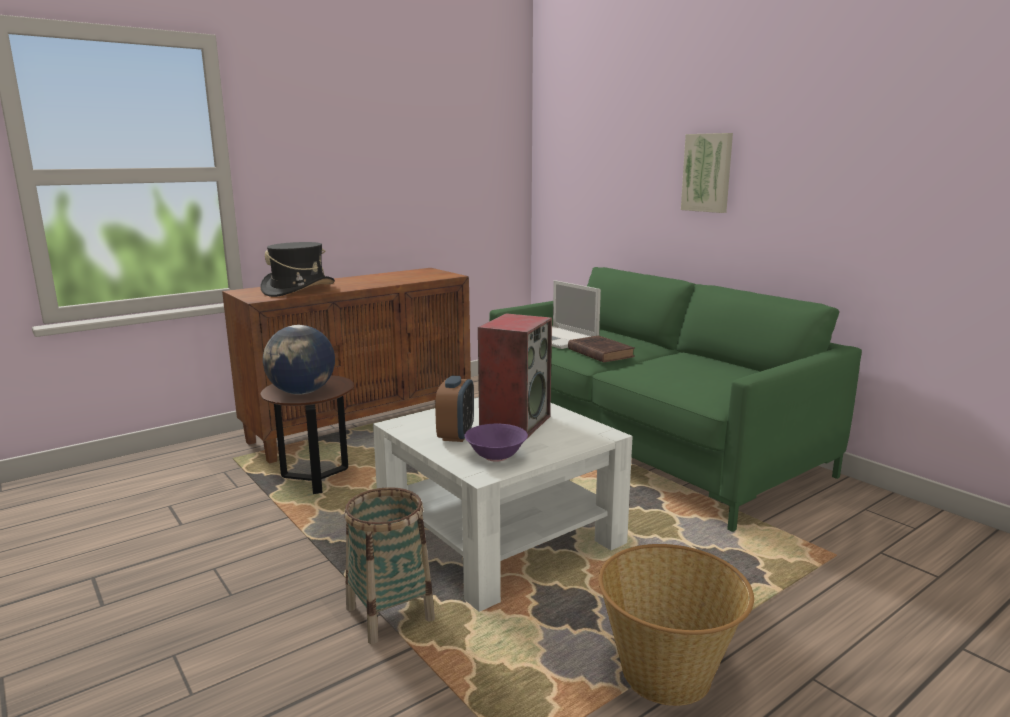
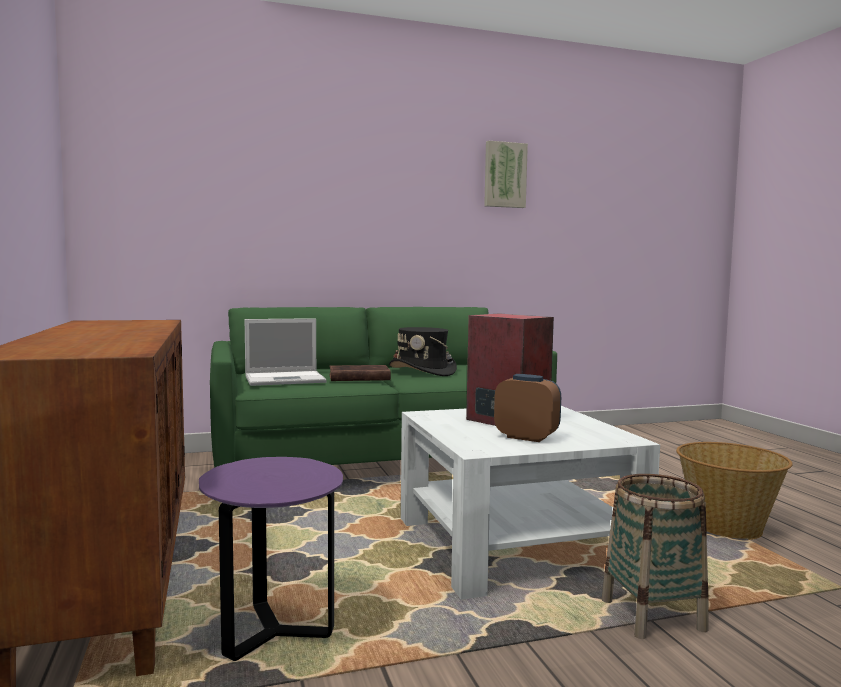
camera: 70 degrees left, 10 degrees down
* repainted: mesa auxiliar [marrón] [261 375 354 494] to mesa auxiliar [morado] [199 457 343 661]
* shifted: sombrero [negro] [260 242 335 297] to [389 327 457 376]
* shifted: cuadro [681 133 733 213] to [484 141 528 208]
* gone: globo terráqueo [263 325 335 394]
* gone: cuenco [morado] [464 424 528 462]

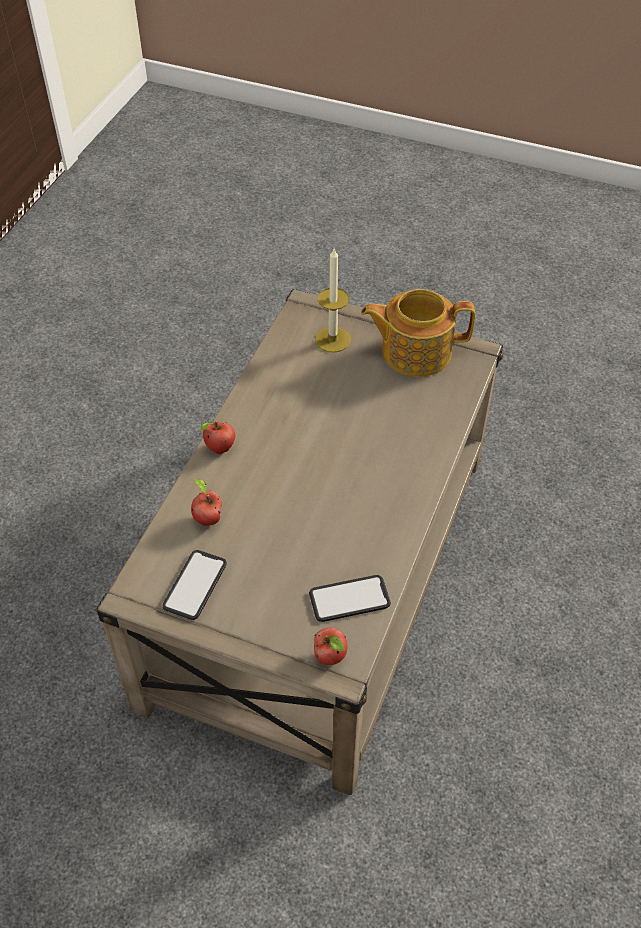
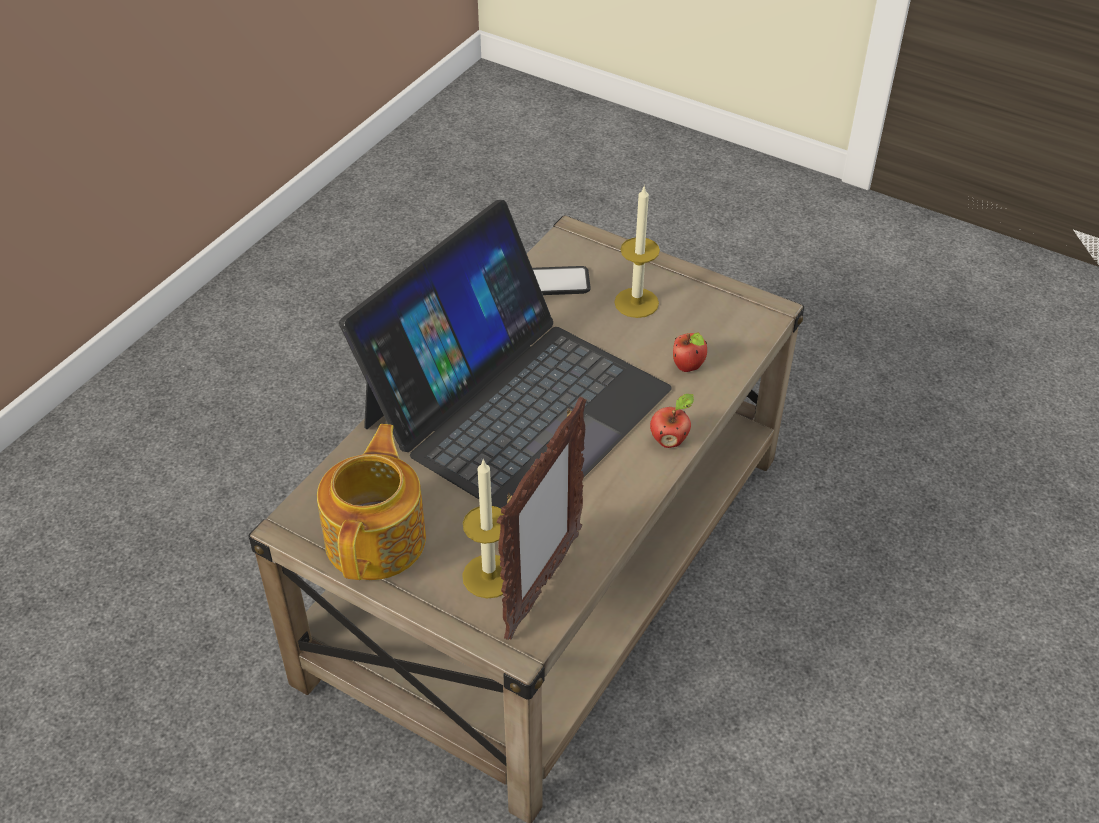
camera: 170 degrees left, 5 degrees down
* rotated: tetera [361 289 475 377] = [317 424 426 580] 90 degrees counterclockwise
* new: portátil [339 200 672 509]
* new: portarretratos [497 397 586 640]
* new: vela [614 185 660 318]
* gone: móvil [163 550 226 620]
* gone: manzana [314 628 347 665]

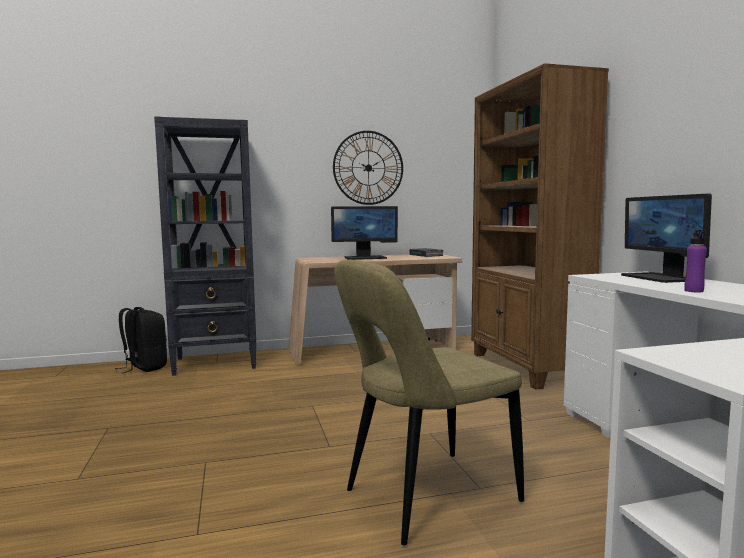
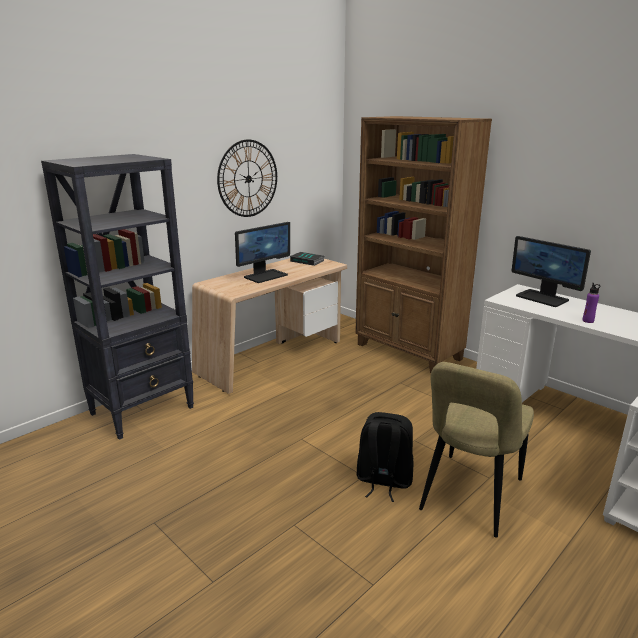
camera: 30 degrees left, 15 degrees up
* shifted: mochila [negro] [115 307 167 374] to [356 412 414 502]

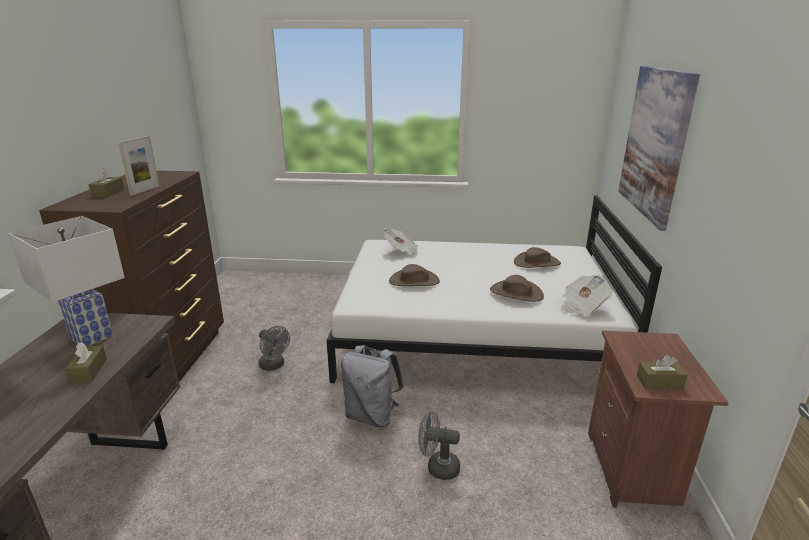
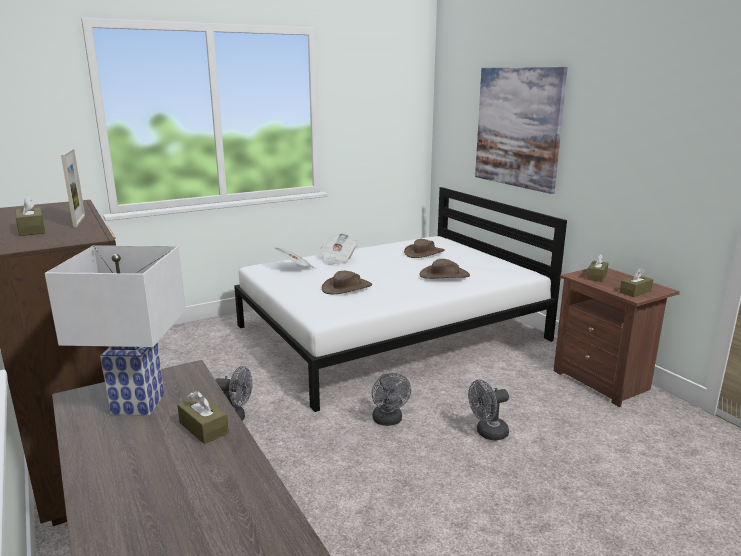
camera: 35 degrees left, 5 degrees down
* shifted: periódico [561 275 612 316] to [321 233 358 265]
* swapped: mochila [gris] [341 345 404 427] to ventilador [gris] [371 373 411 426]
* new: caja de pañuelos [marrón] [586 254 608 282]

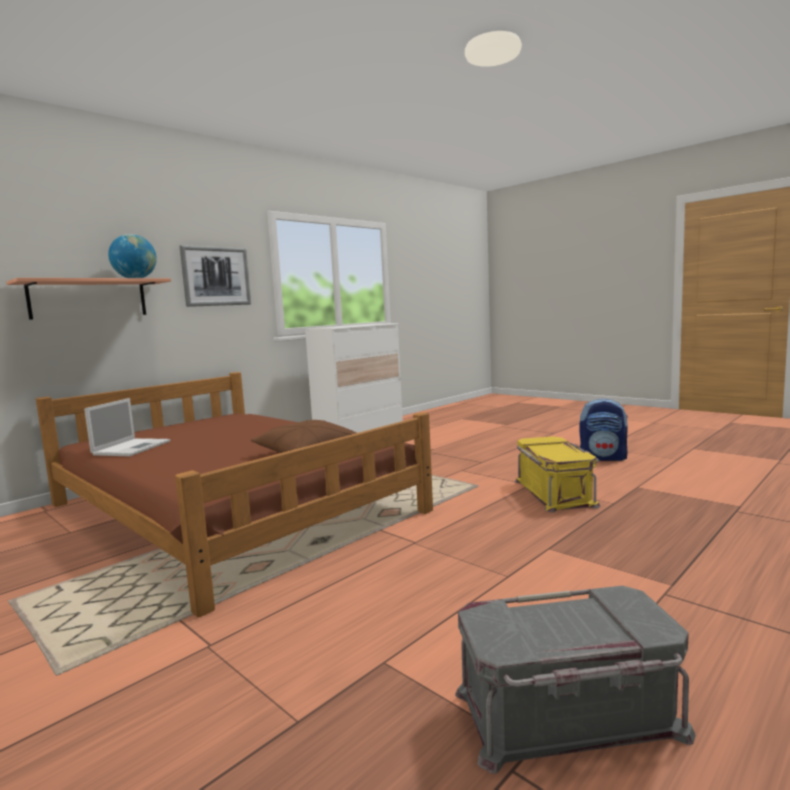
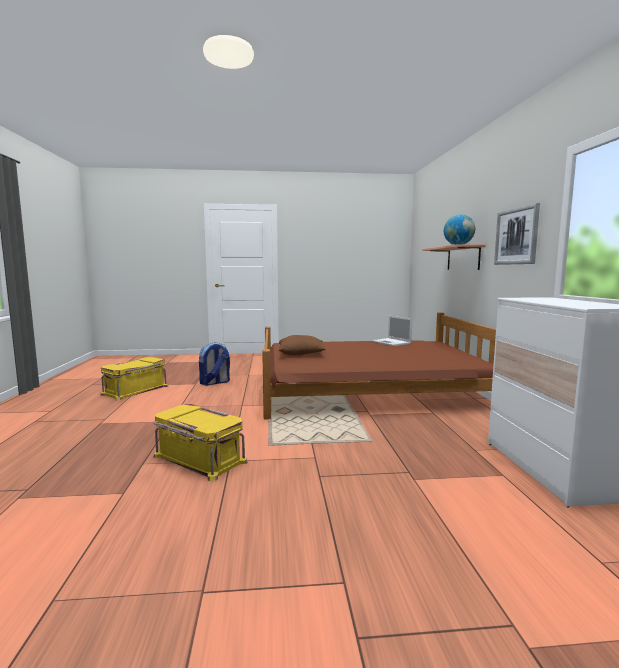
camera: 130 degrees right, 0 degrees up
* repainted: caja de almacenaje [gris] [455 586 696 774] to caja de almacenaje [amarillo] [101 357 168 400]
* shifted: mochila [580 398 628 461] to [199 343 230 386]

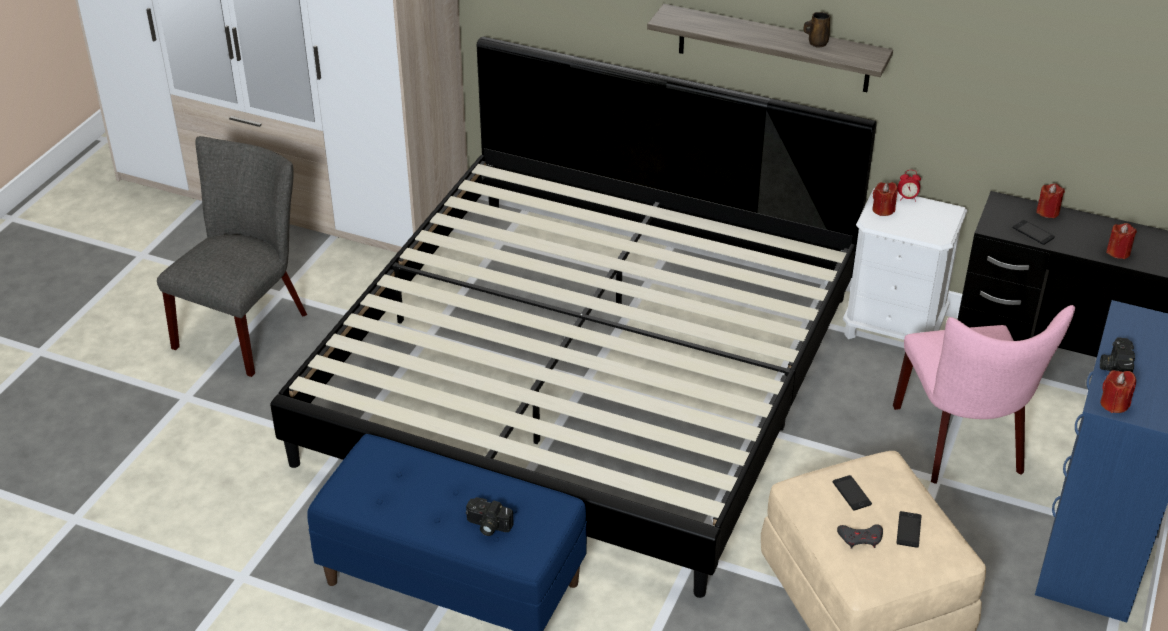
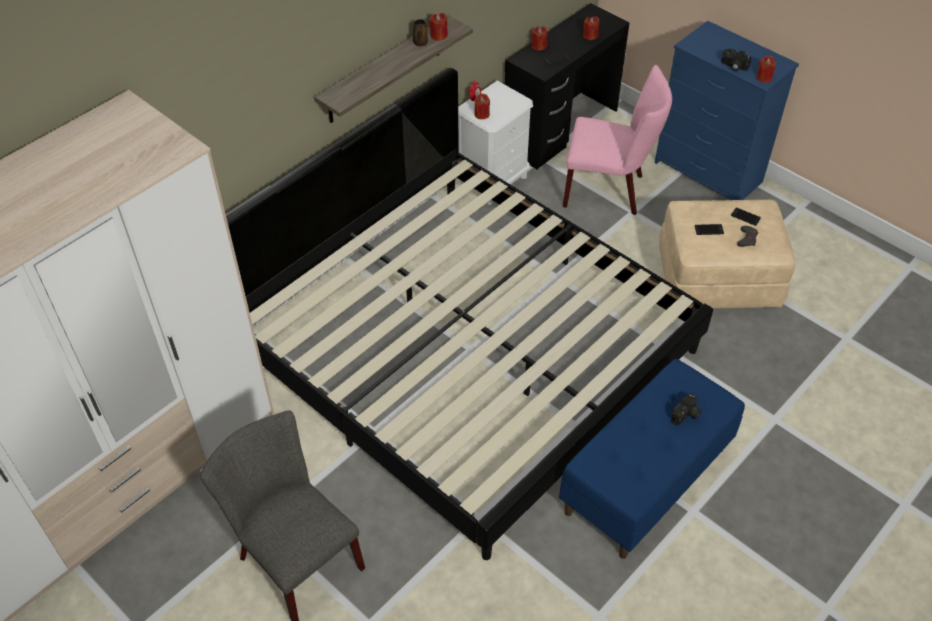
camera: 70 degrees left, 10 degrees up
* new: vela [rojo] [429 13 448 41]

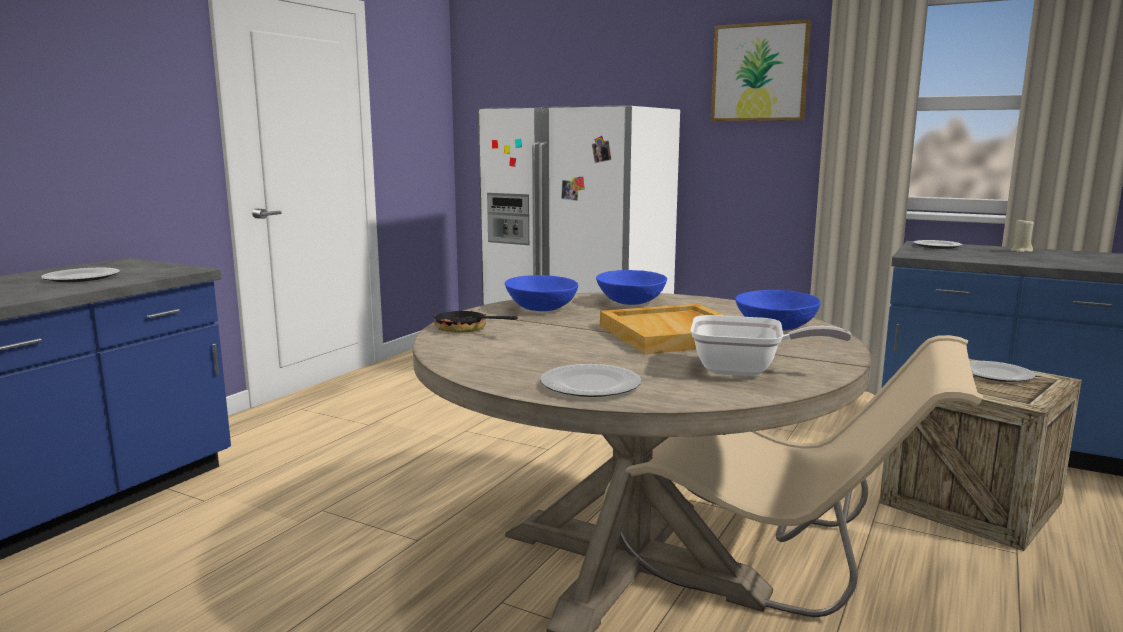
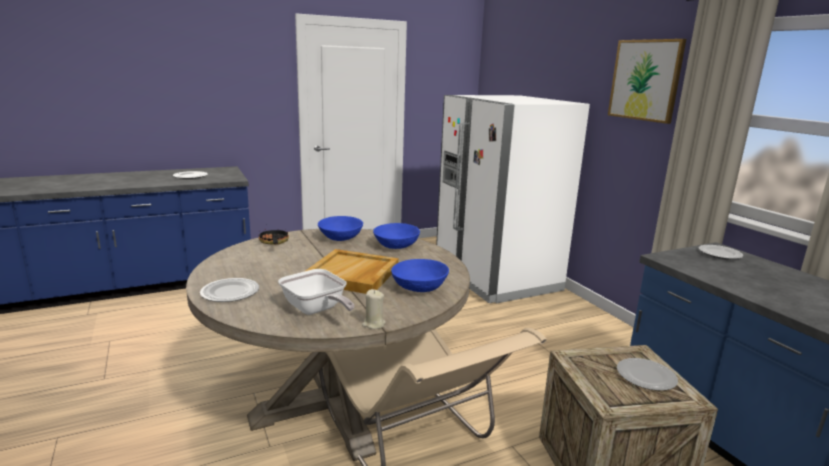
camera: 35 degrees right, 5 degrees up
* shifted: vela [beis] [1011 218 1034 252] to [362 289 386 329]

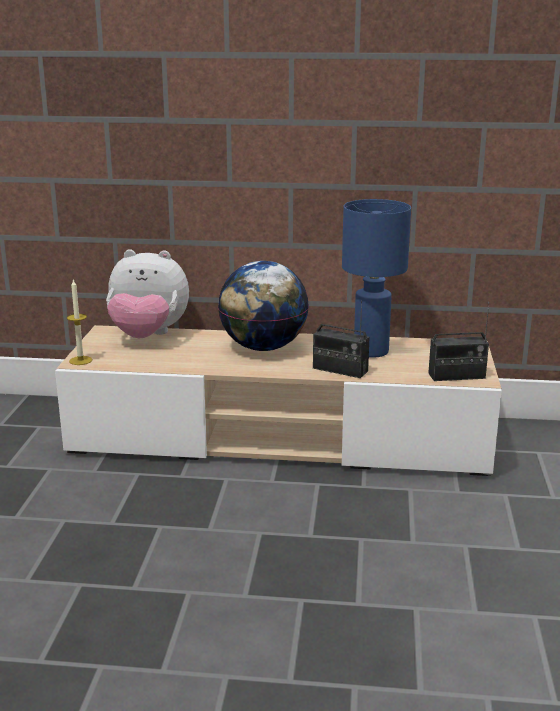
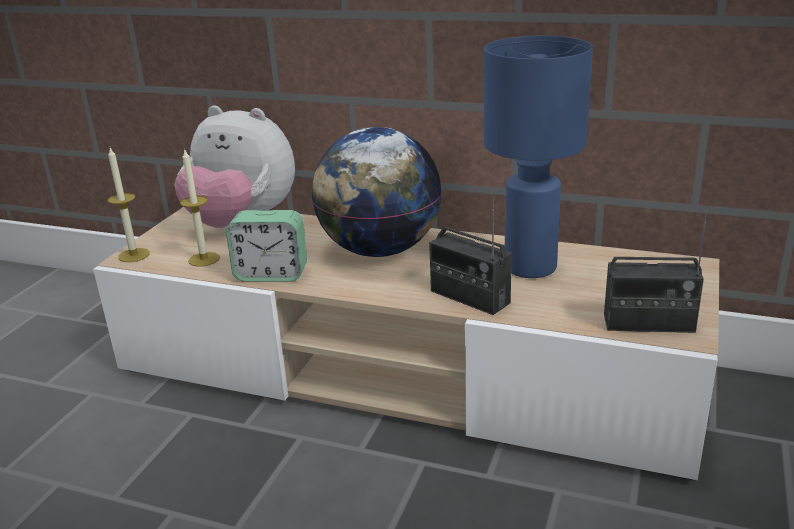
camera: 15 degrees right, 5 degrees up
* new: vela [180 148 220 267]
* new: despertador [226 210 307 282]

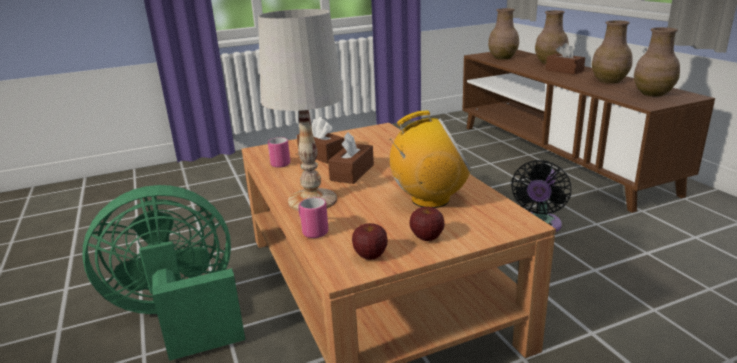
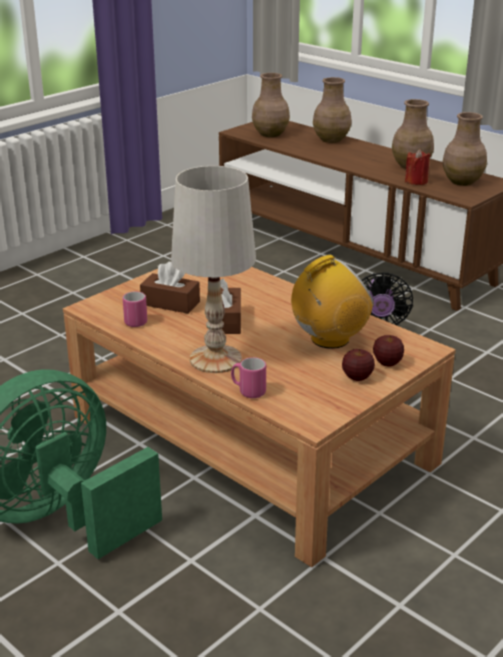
camera: 25 degrees left, 5 degrees up
* shifted: manzana [352 223 388 260] to [373 335 404 367]
* new: vela [rojo] [405 149 430 185]
* gone: caja de pañuelos [marrón] [546 43 585 75]

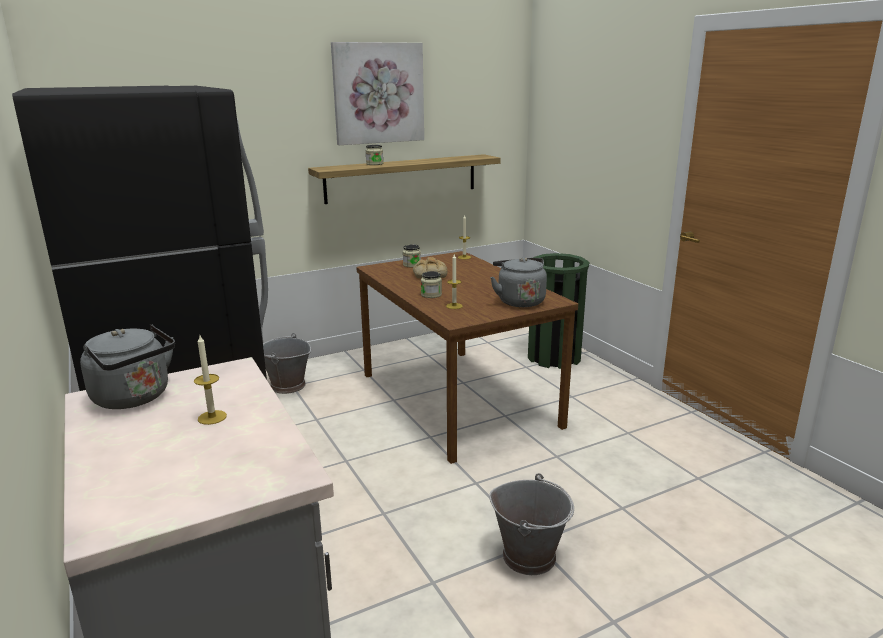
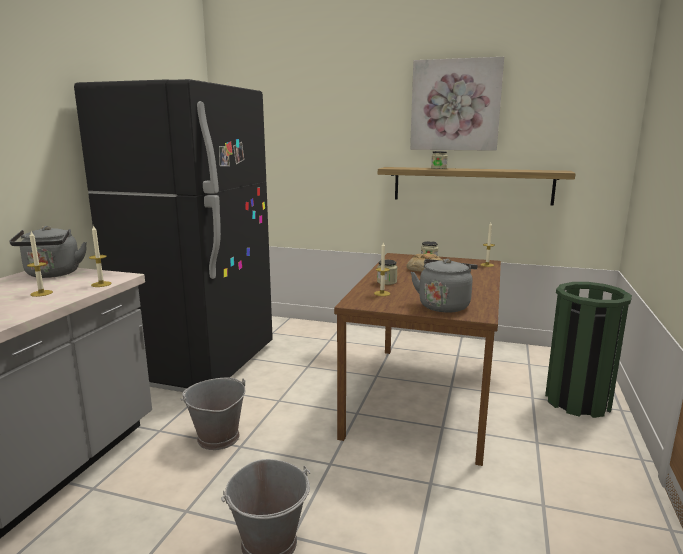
camera: 45 degrees right, 5 degrees down
* new: vela [89 225 112 287]
* shifted: cubo [gris] [263 333 311 394] to [181 378 246 450]

